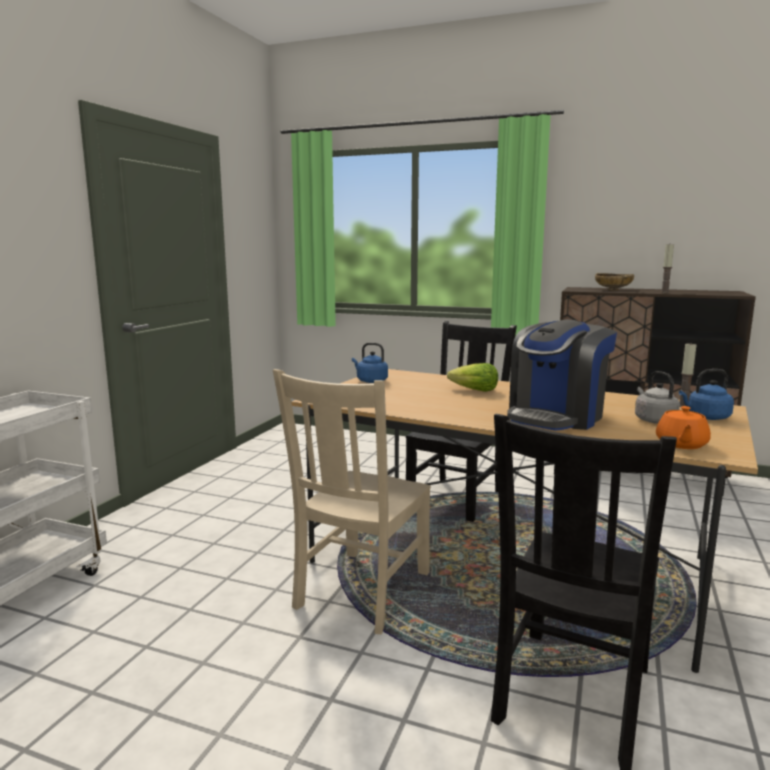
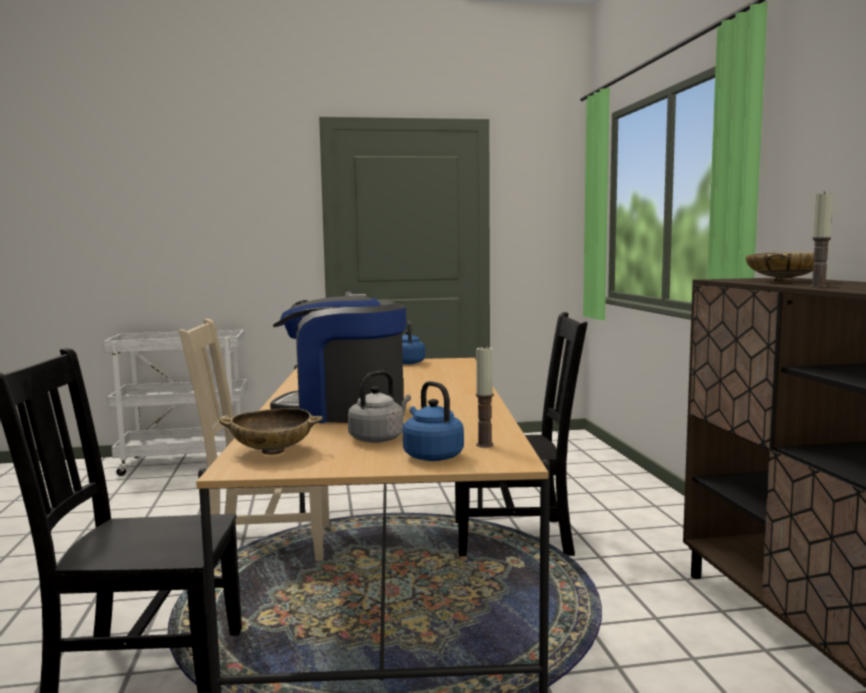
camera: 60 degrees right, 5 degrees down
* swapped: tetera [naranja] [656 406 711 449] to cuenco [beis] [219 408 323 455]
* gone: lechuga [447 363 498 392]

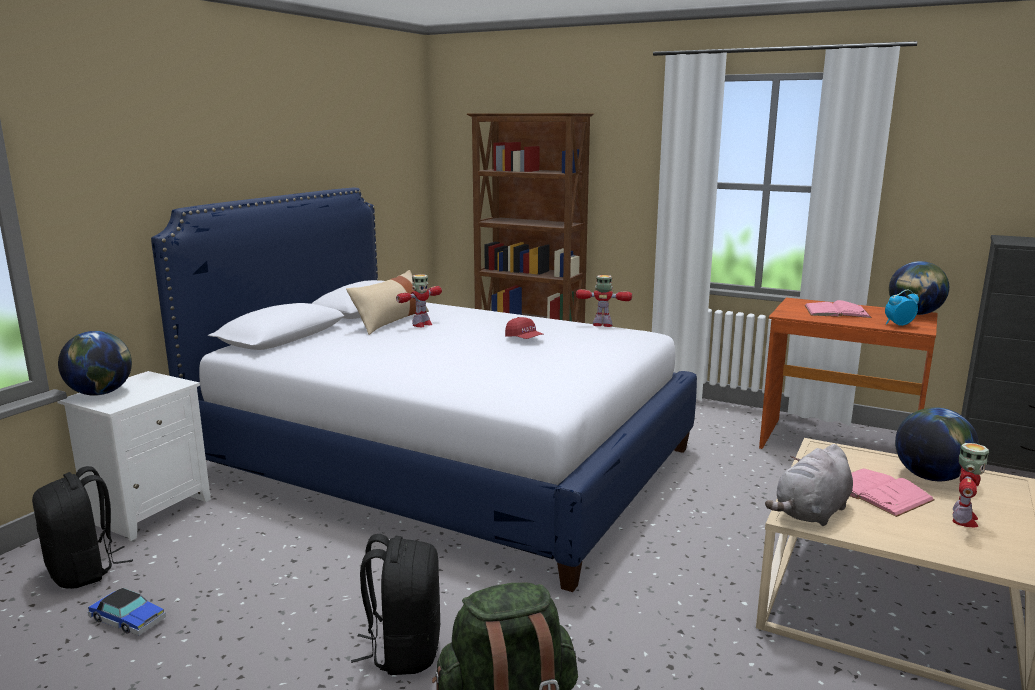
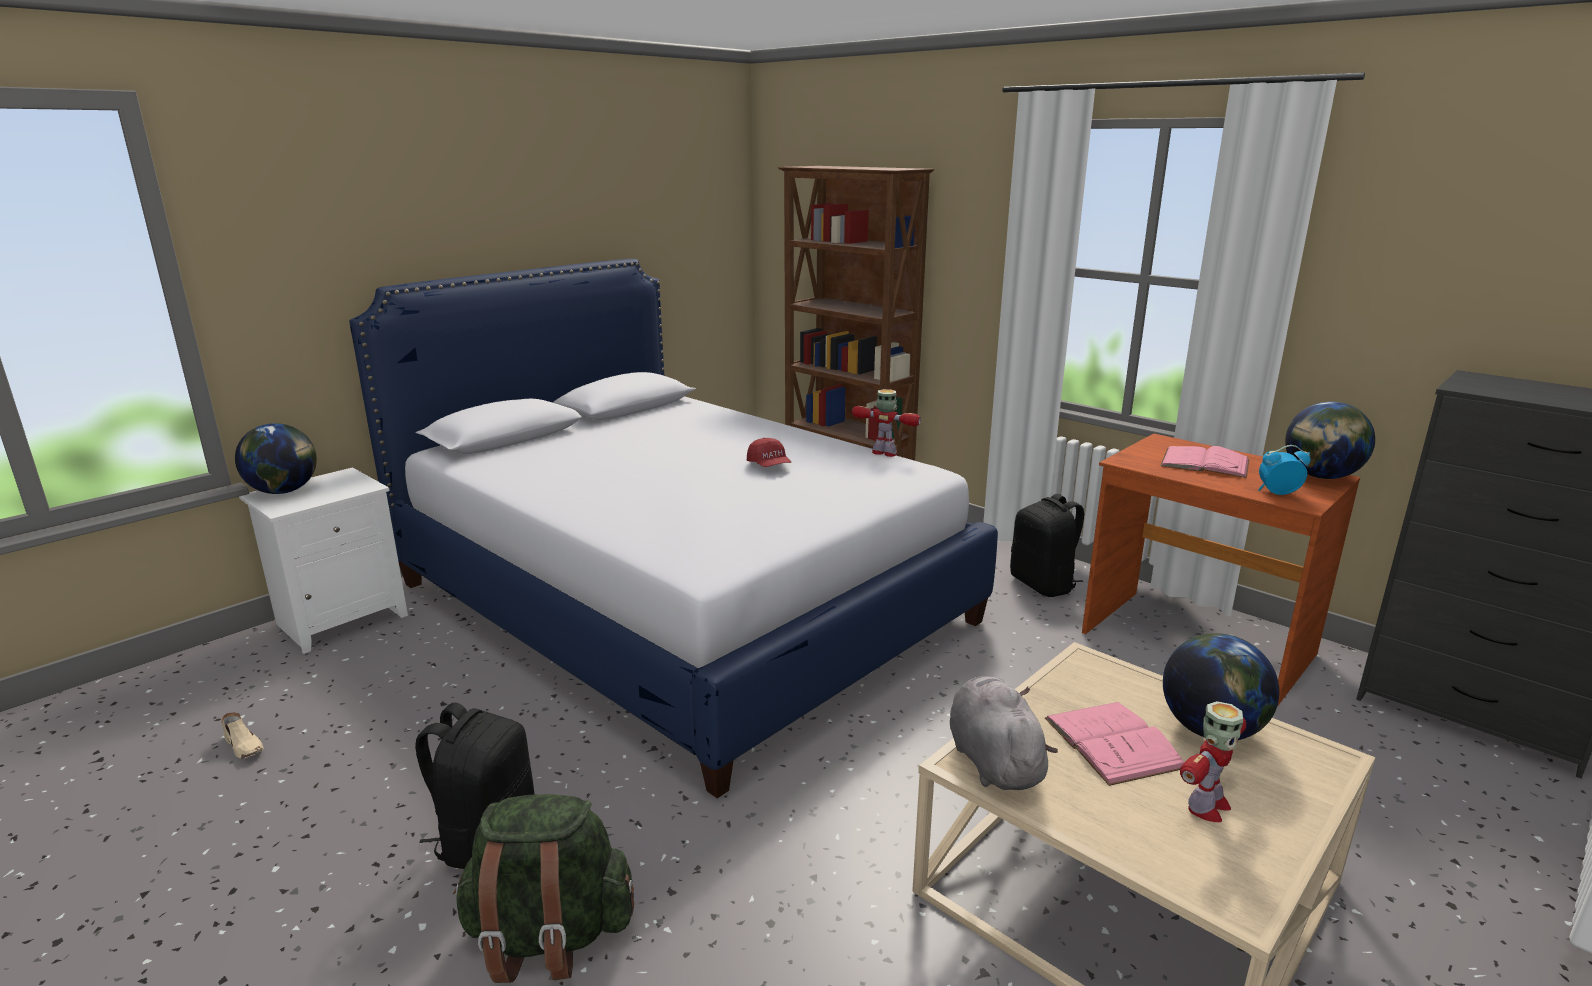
camera: 15 degrees right, 5 degrees up
* swapped: coche de juguete [88 588 166 635] to zapato [beis] [221 712 264 758]
* rotated: peluche [gris] [765 444 853 526] = [950 676 1058 790] 105 degrees clockwise
* shifted: mochila [negro] [32 466 133 589] to [1010 494 1084 597]
* gone: cojín [beis] [346 270 429 335]
* gone: robot de juguete [396 274 442 327]

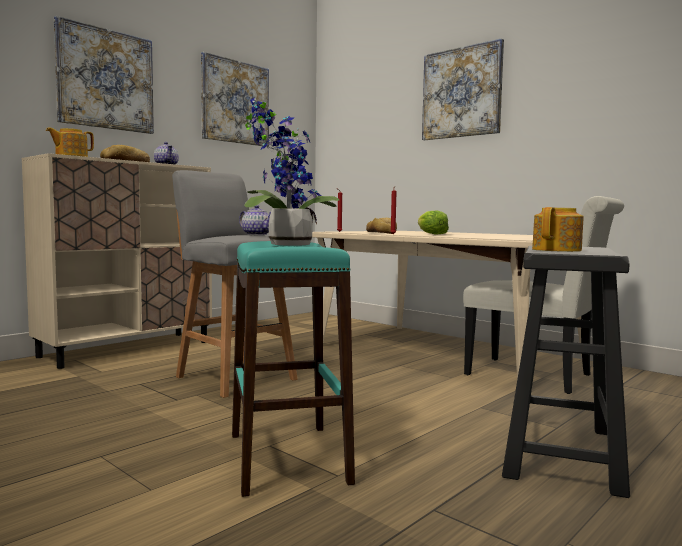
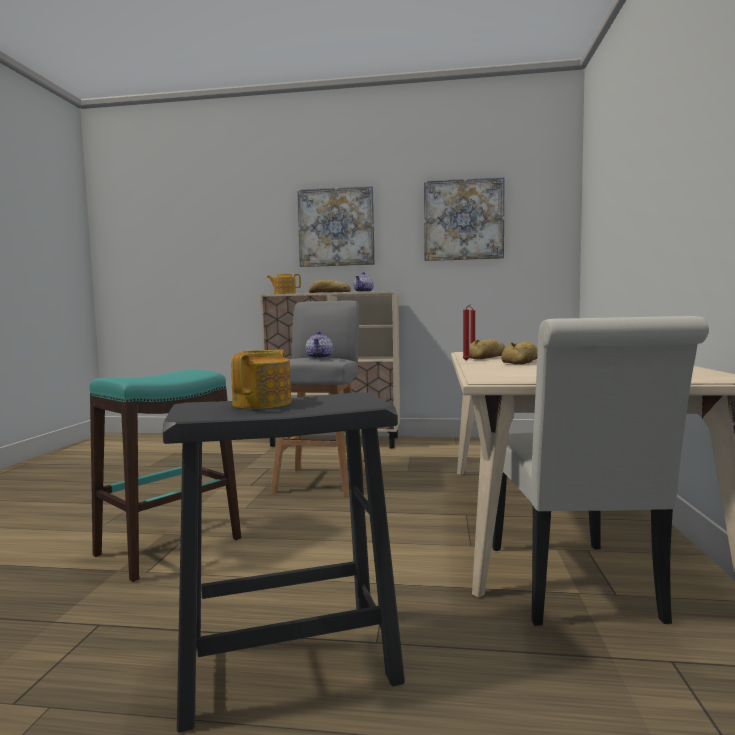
camera: 55 degrees right, 0 degrees up
* rotated: tetera [532 207 584 252] = [231 350 291 409] 75 degrees counterclockwise
* swapped: lechuga [418 210 449 235] to pan [501 342 538 365]
* gone: planta en maceta [244 98 339 246]
* gone: cuadro [422 38 504 140]

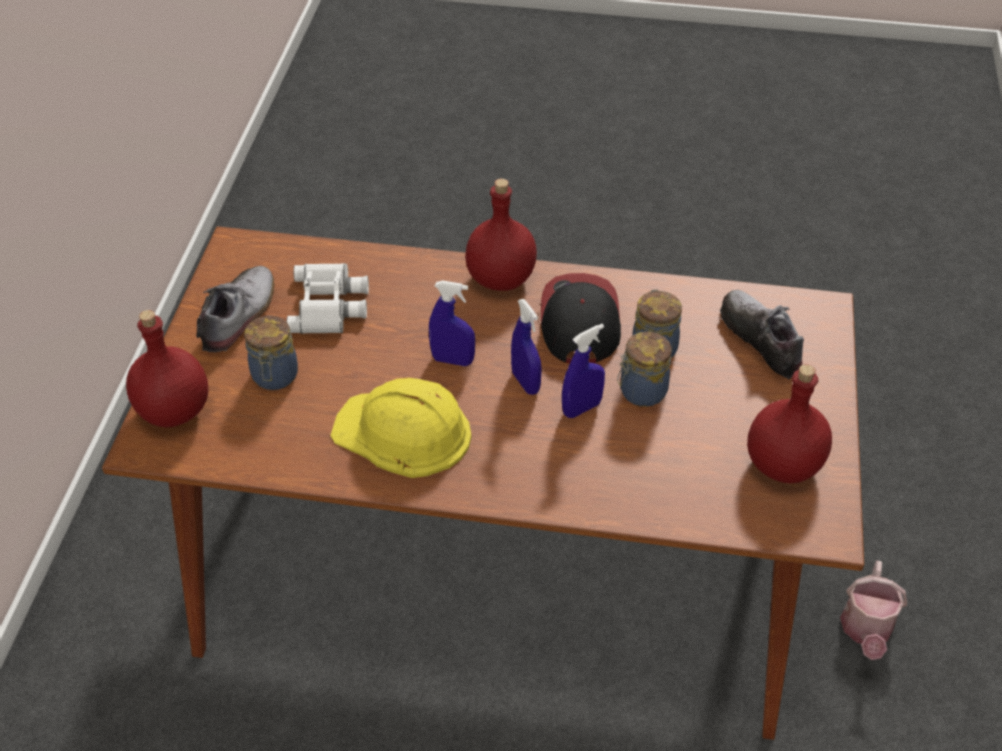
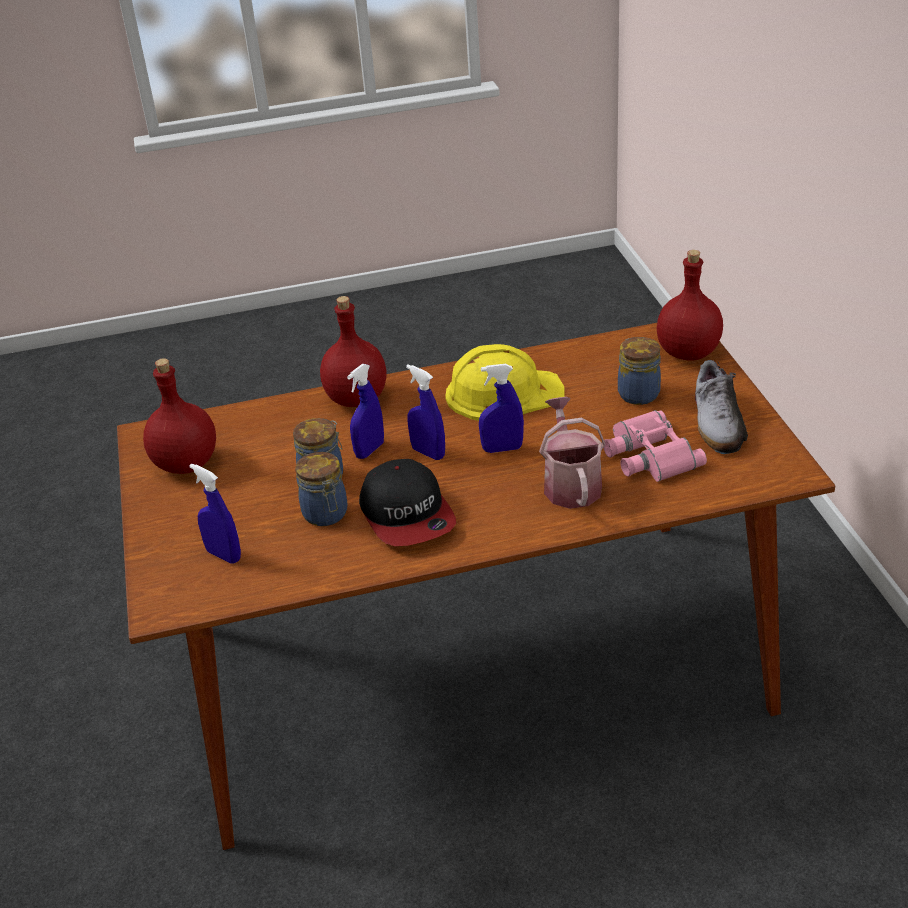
camera: 160 degrees right, 10 degrees down
* swapped: zapato [720 290 804 379] to pulverizador [azul] [190 463 241 563]
* shifted: botella [rojo] [465 179 537 291] to [320 296 387 407]
* shifted: regadera [840 560 907 660] to [539 397 606 509]
* repainted: prismáticos [blanco] [287 263 369 334] to prismáticos [rosa] [604 410 707 482]

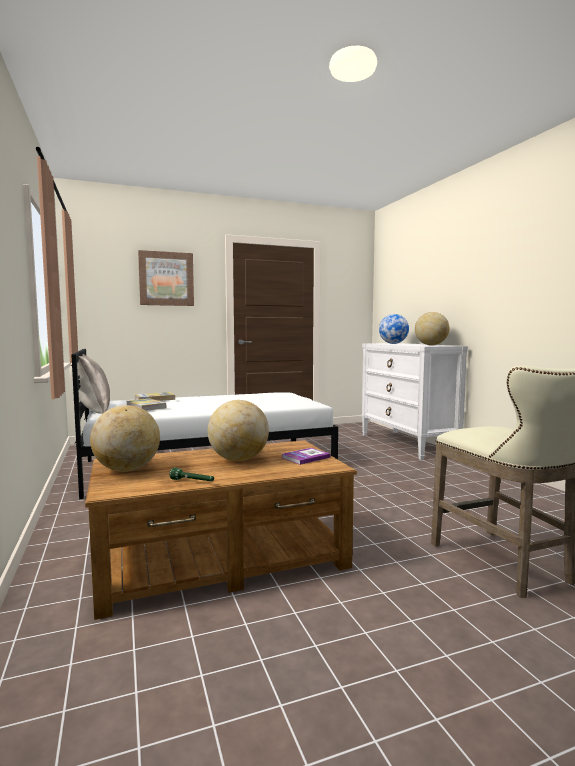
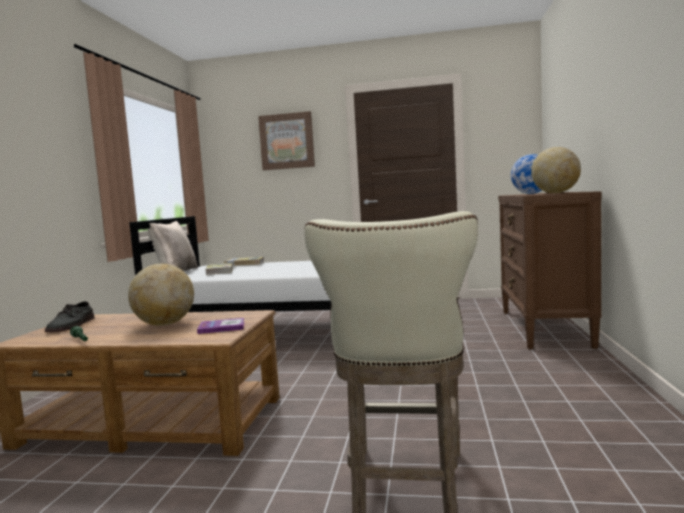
camera: 30 degrees right, 0 degrees up
* swapped: globo terráqueo [90 405 160 472] to zapato [gris] [45 301 95 332]
* repainted: cómoda [blanco] [361 343 468 460] to cómoda [marrón] [498 191 602 349]

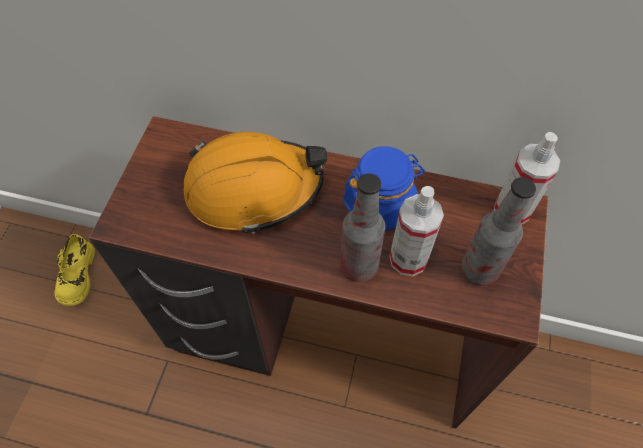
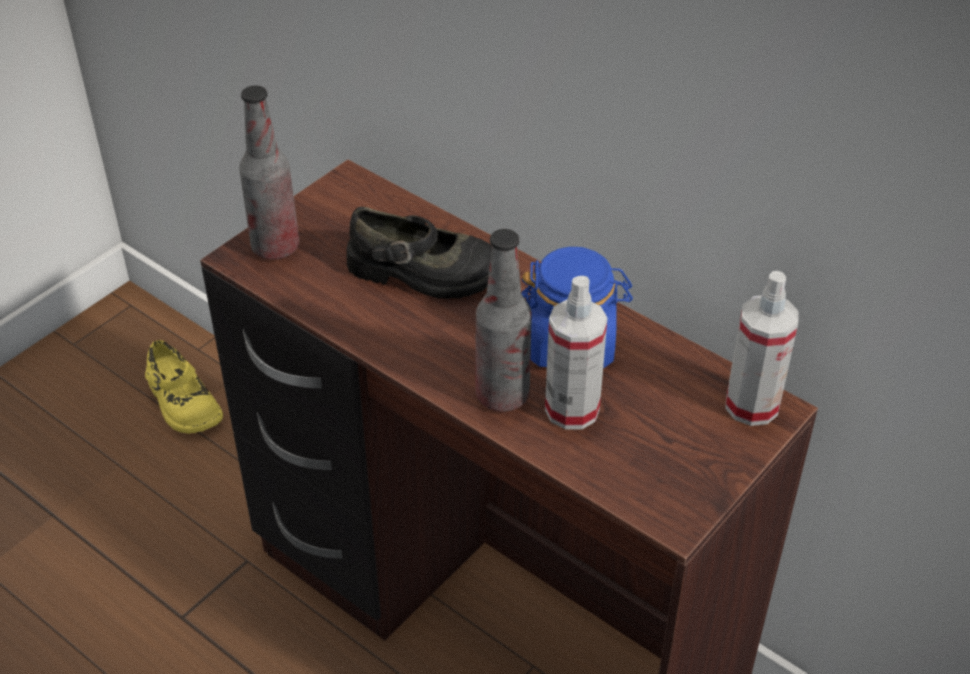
camera: 25 degrees right, 15 degrees down
* rotated: zapato [amarillo] [55 234 95 306] = [145 340 223 434] 60 degrees counterclockwise
* shifted: botella [461 177 536 286] to [239 86 299 260]
* swapped: casco [naranja] [184 132 327 234] to zapato [negro] [346 207 492 299]

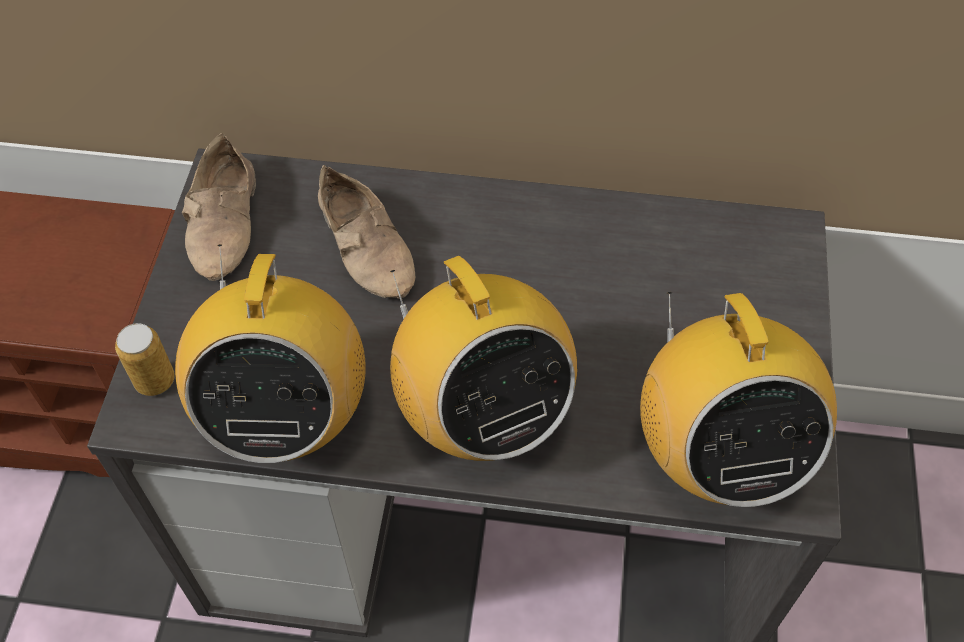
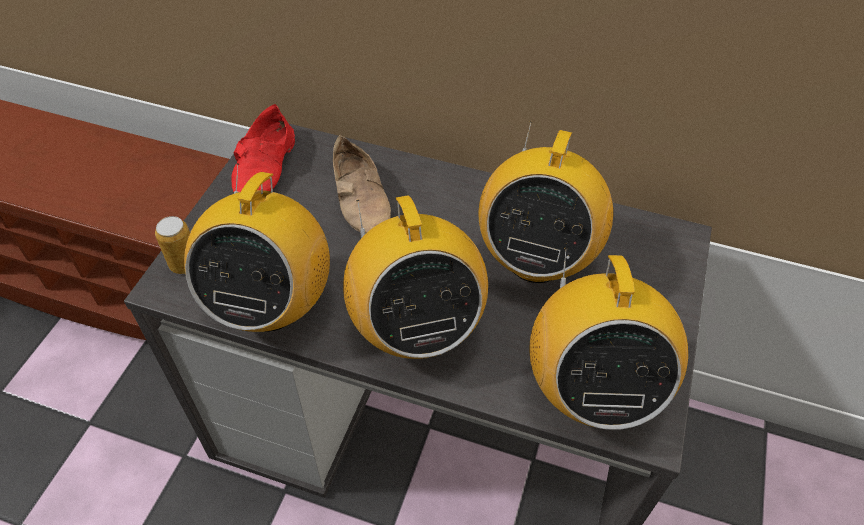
camera: 10 degrees right, 5 degrees down
* repainted: zapato [beis] [182 133 256 281] to zapato [rojo] [231 104 295 192]
* new: radio [479 122 613 283]

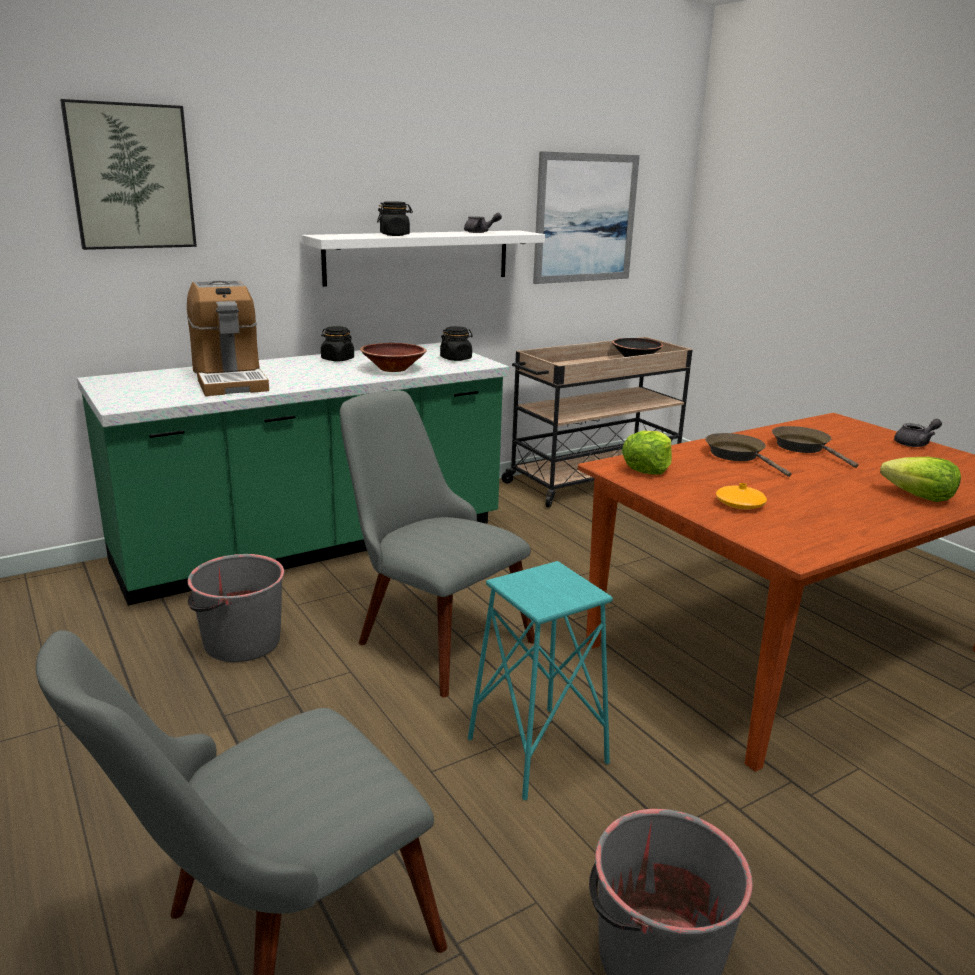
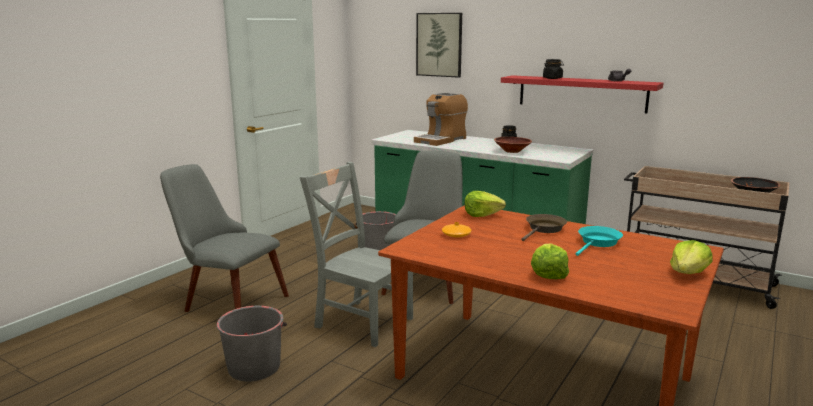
camera: 65 degrees right, 5 degrees down
* swapped: taburete [turquesa] [468 561 613 801] to silla [gris] [300 162 413 347]
* repainted: estante [blanco] [302 230 545 287] to estante [rojo] [501 75 663 113]
* repainted: sartén [marrón] [772 426 858 468] to sartén [turquesa] [575 226 623 256]
* swapped: tetera [gris] [894 419 942 447] to lechuga [670 240 713 274]
* gone: tarro [negro] [440 326 473 361]
* gone: cuadro [533 151 640 284]

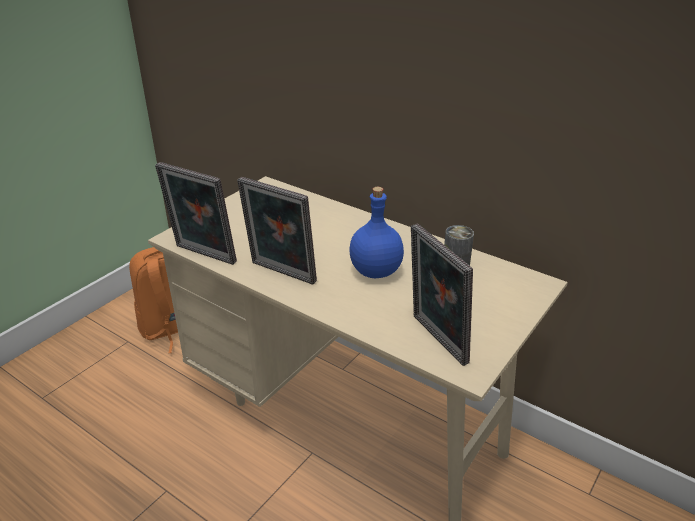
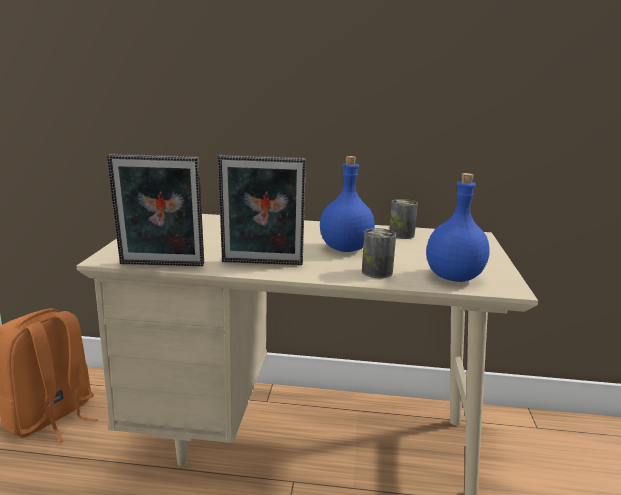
camera: 30 degrees left, 15 degrees down
* new: lata [362 228 396 278]
* swapped: portarretratos [411 224 473 366] to botella [azul] [426 173 490 282]

